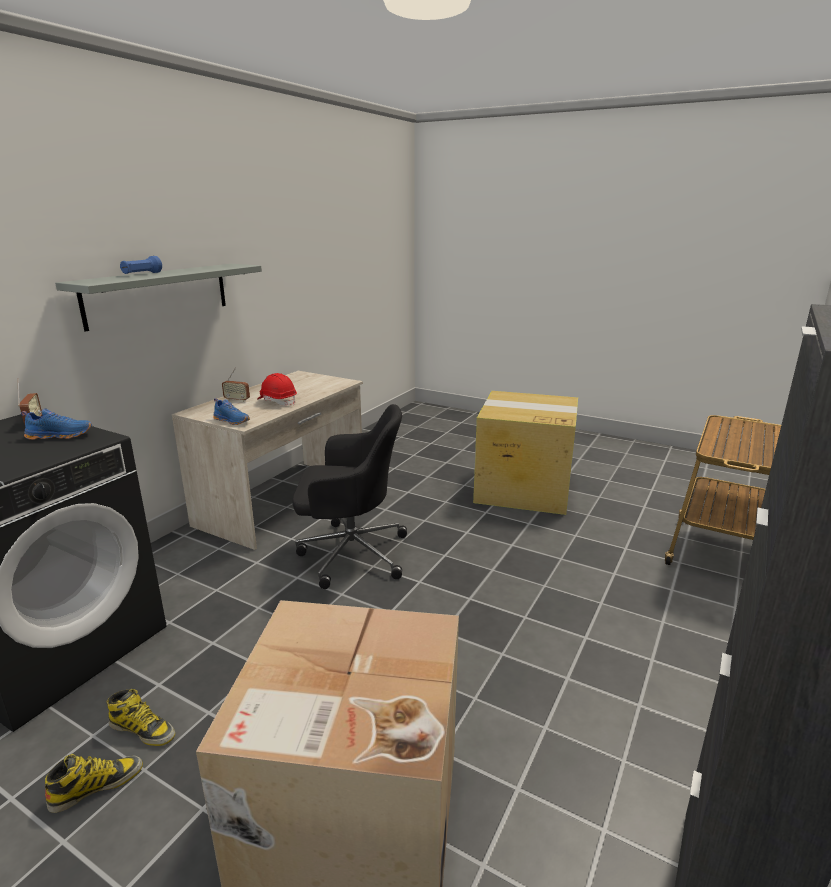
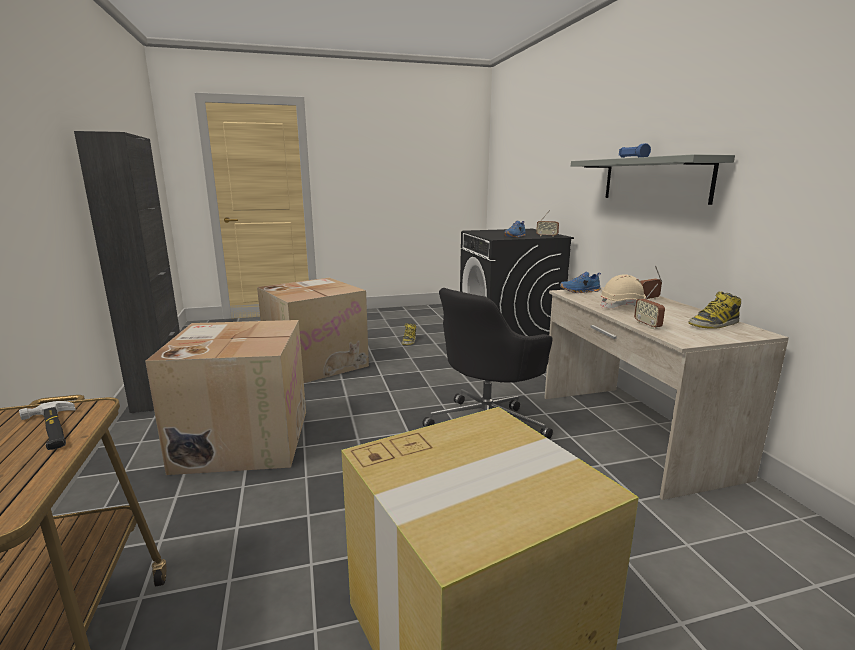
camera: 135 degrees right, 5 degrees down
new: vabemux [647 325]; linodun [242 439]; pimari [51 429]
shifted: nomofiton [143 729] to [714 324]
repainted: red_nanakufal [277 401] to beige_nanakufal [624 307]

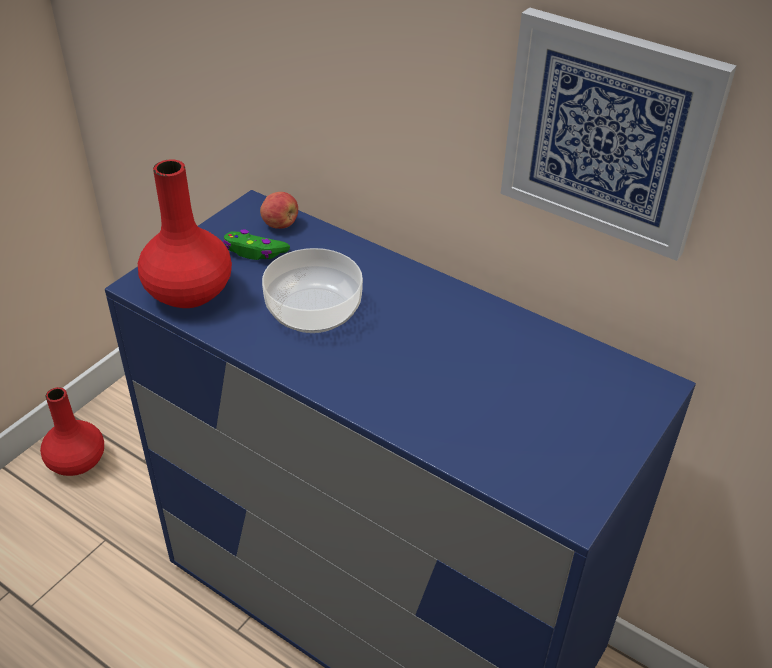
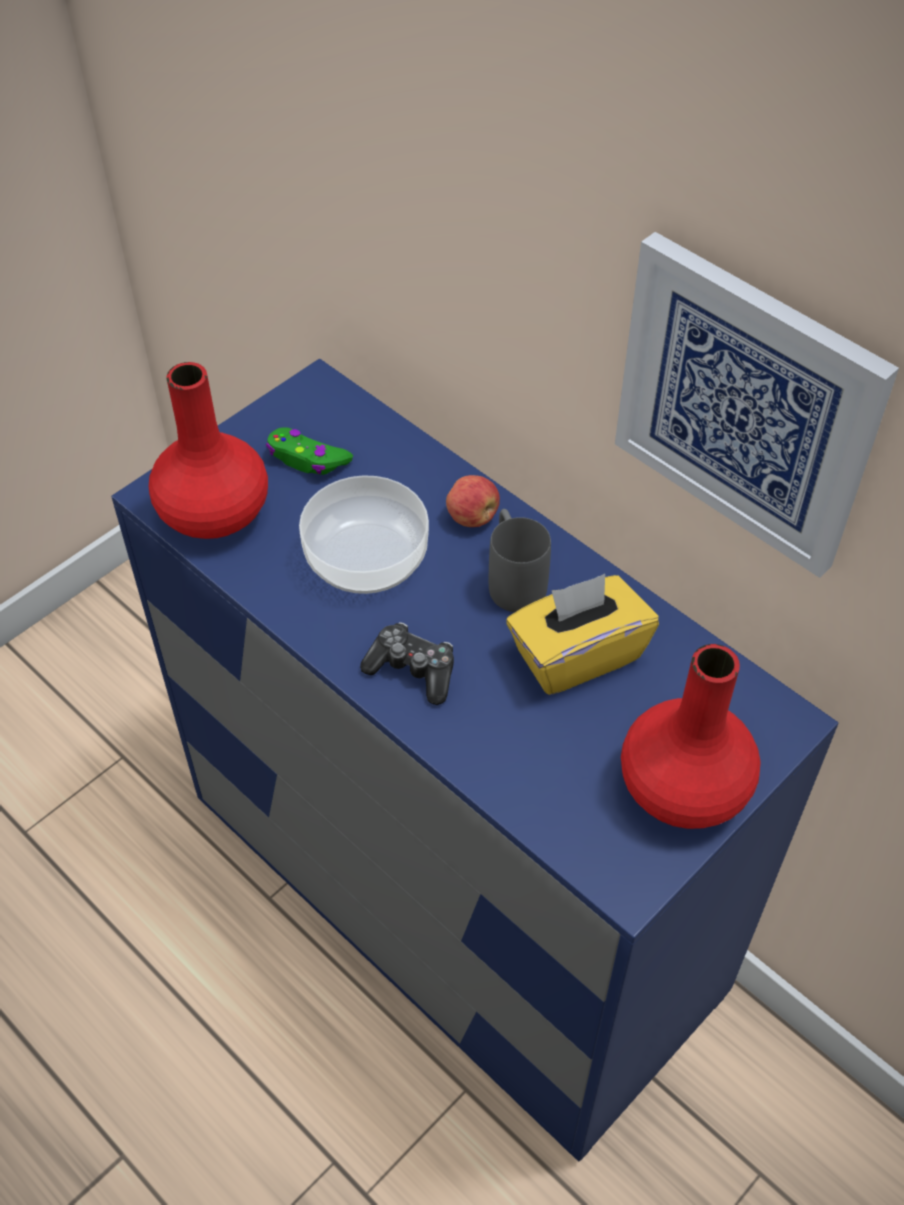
camera: 10 degrees right, 10 degrees up
new: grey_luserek [513 579]; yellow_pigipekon [577 654]; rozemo [412 670]
shifted: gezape [280 224] to [472 517]; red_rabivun [77 462] to [684 790]

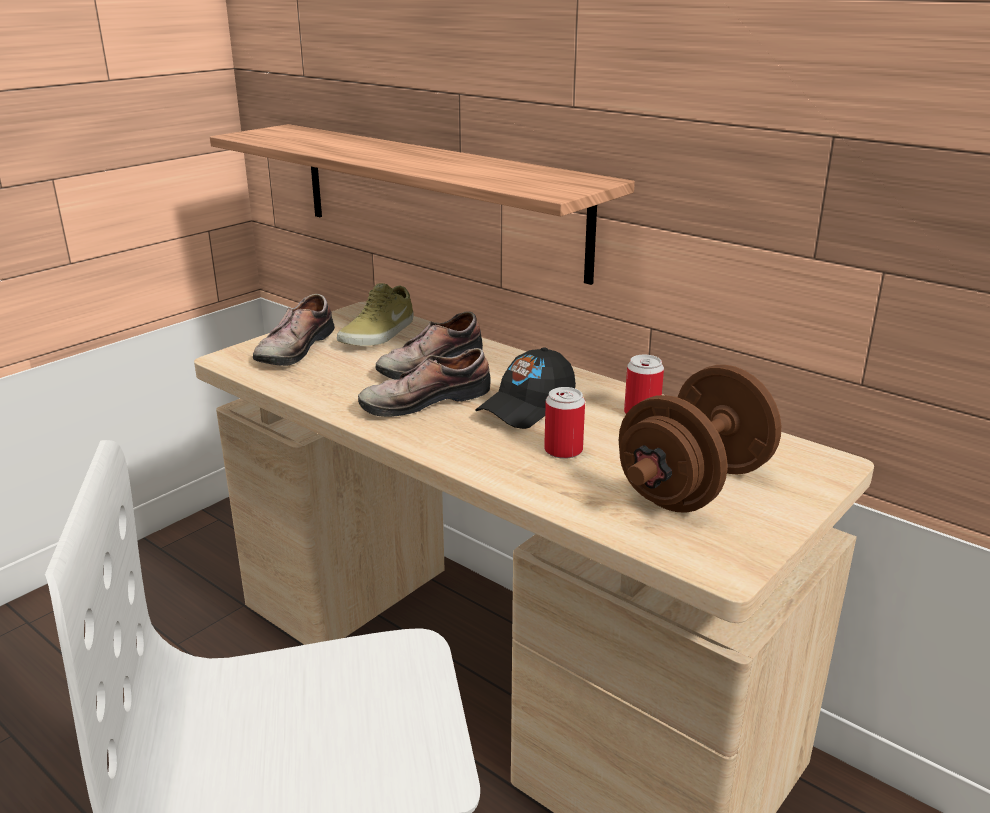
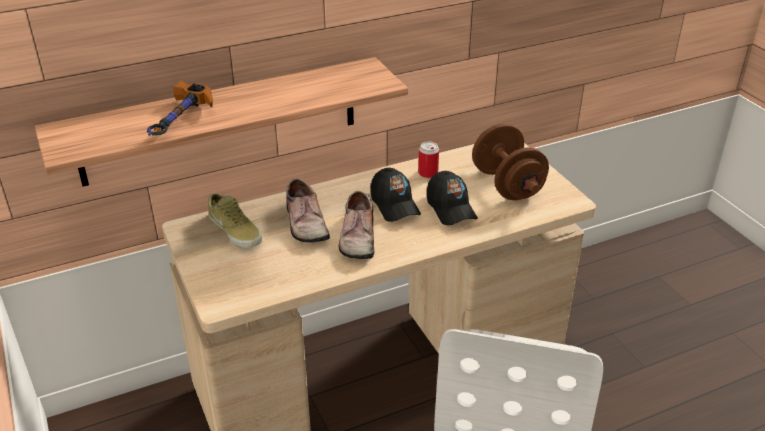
camera: 65 degrees left, 10 degrees up
gone: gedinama [292 348]
new: pimari [180 122]
swapped: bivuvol [563 450] to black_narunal [451 208]

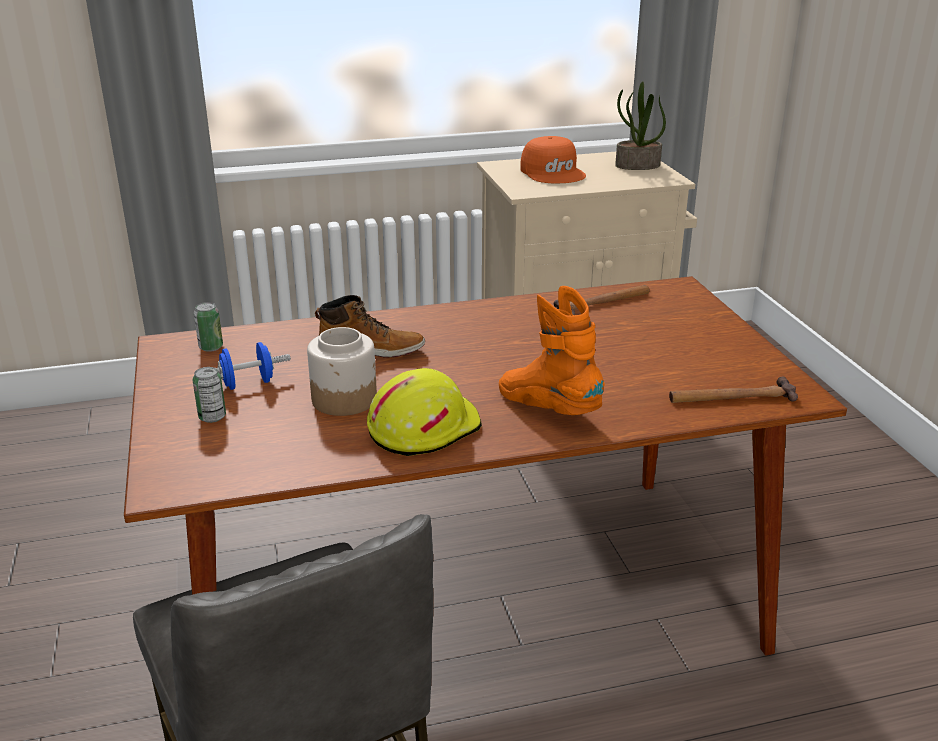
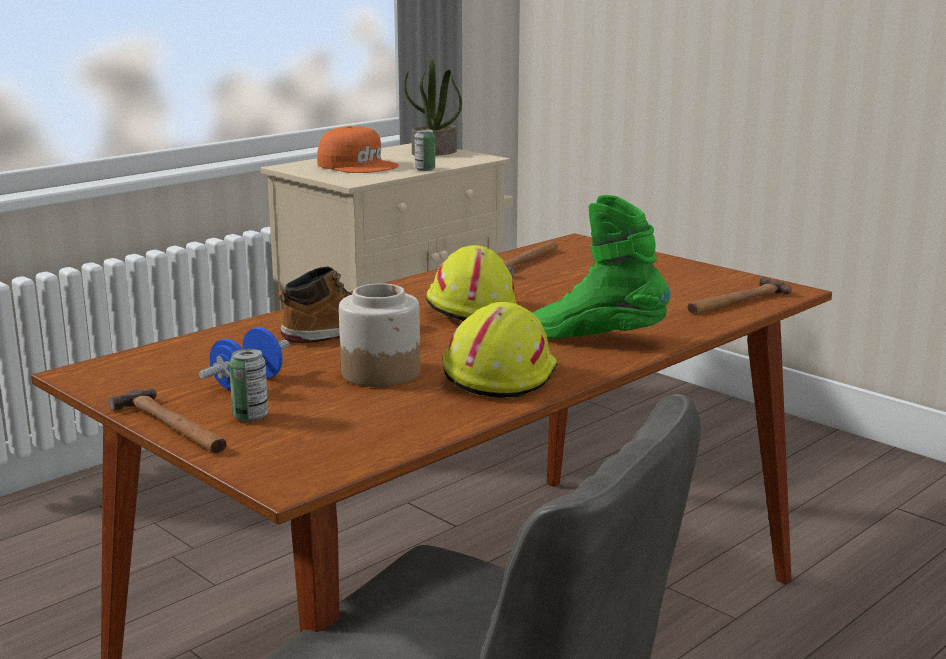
camera: 30 degrees left, 10 degrees down
new: yellow_nanakufal [469 309]; pimari [171 427]
shifted: bivuvol [211 347] to [425 169]
repainted: orange_nomofiton [548 409] to green_nomofiton [596 339]

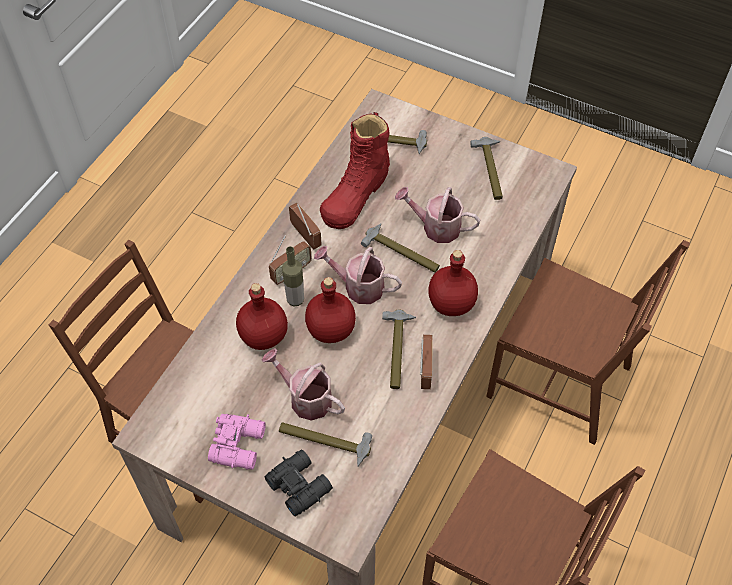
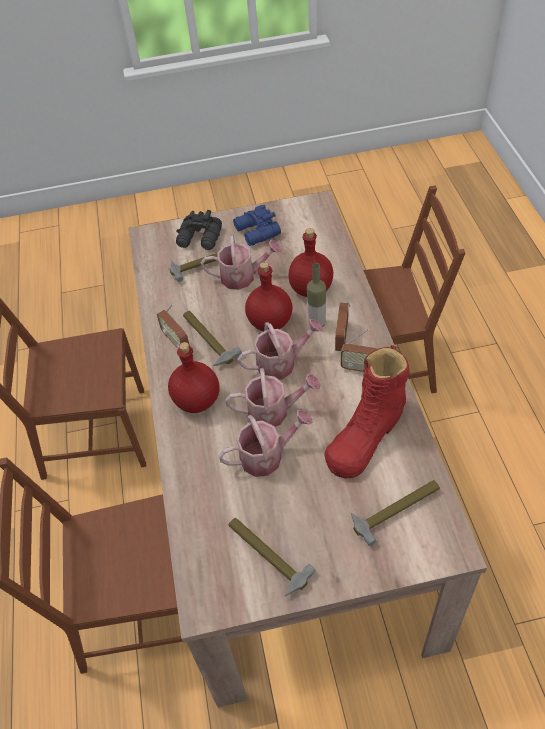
camera: 145 degrees right, 5 degrees down
swapped: pimari [401 253] to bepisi [274 411]
repainted: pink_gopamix [240 444] to blue_gopamix [256 232]
rotated: red_nomofiton [356 194] = [366 434] 135 degrees counterclockwise

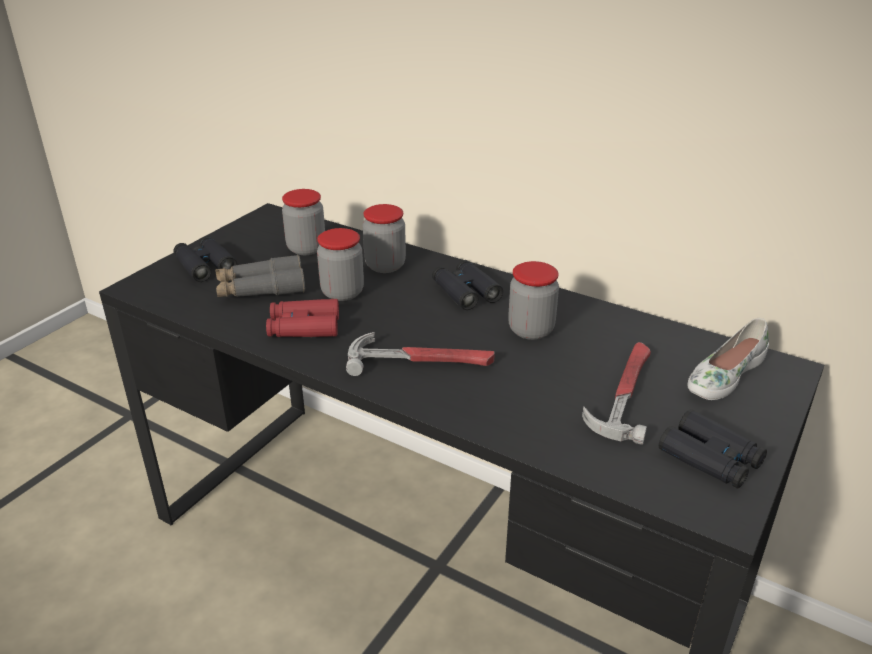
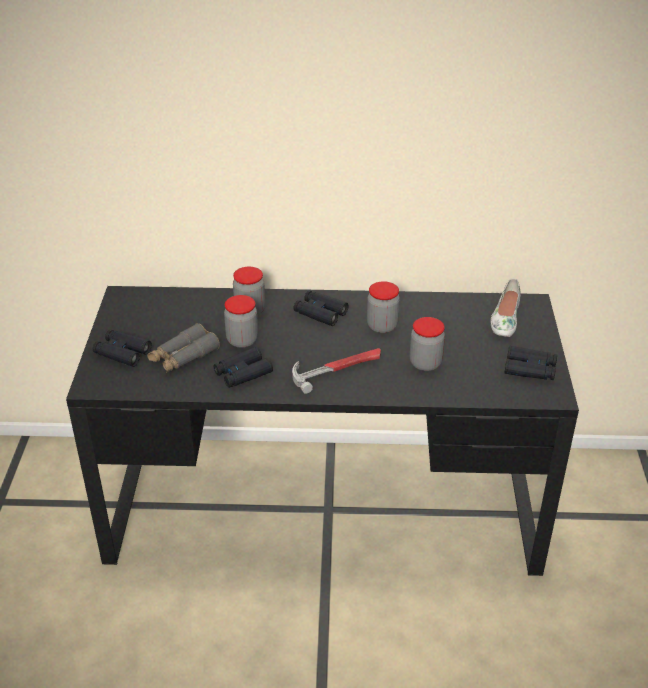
camera: 30 degrees left, 5 degrees up
gone: pimari [624 393]
shifted: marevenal [306 248] to [425 363]
repainted: red_gopamix [304 327] to black_gopamix [243 373]

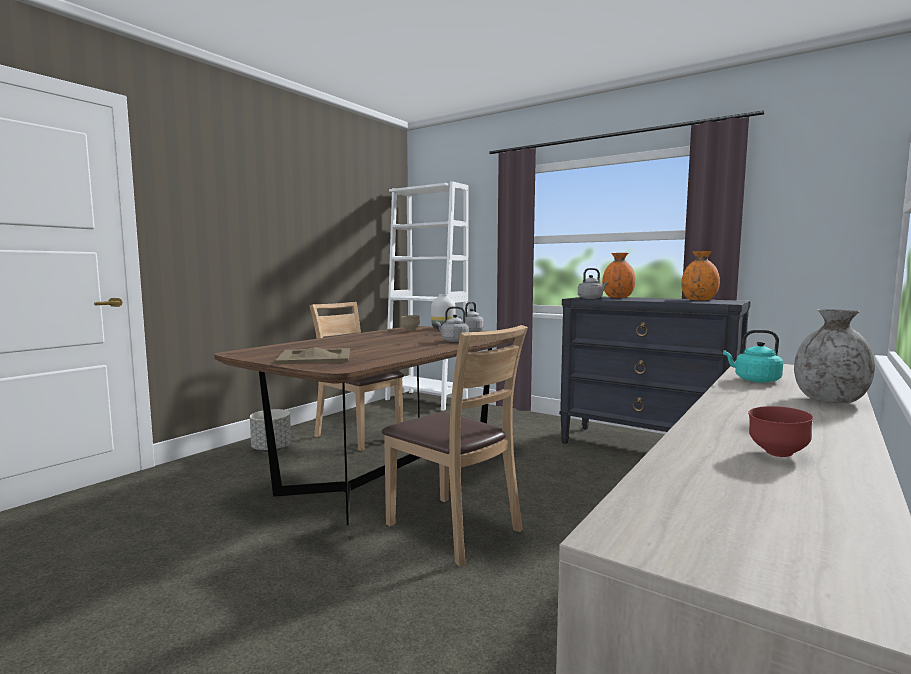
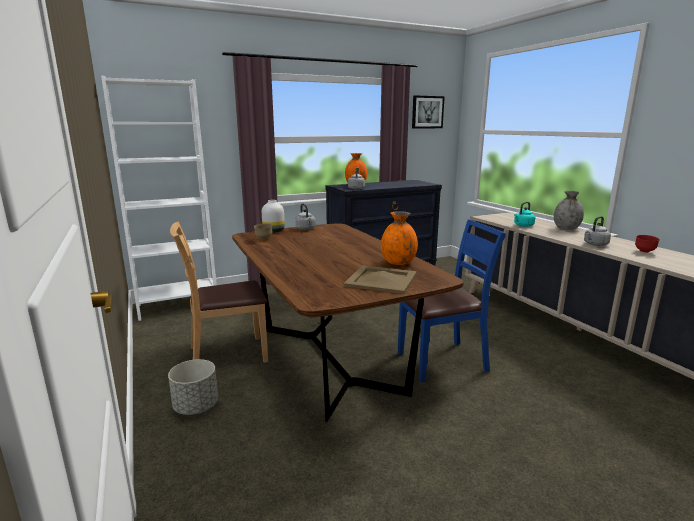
camera: 60 degrees left, 10 degrees up
new: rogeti [427 112]
shifted: orange_rabivun [698 300] to [398 263]; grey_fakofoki [453 340] to [595 244]
repainted: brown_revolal [454 528] to blue_revolal [442 361]

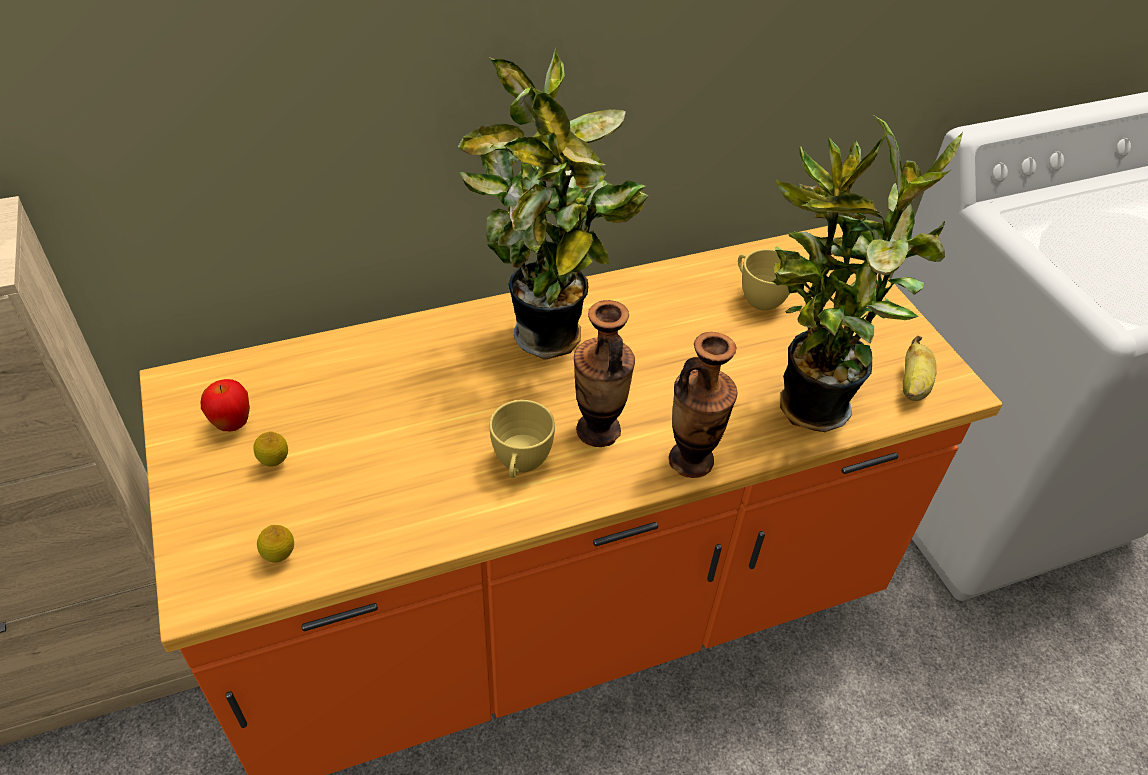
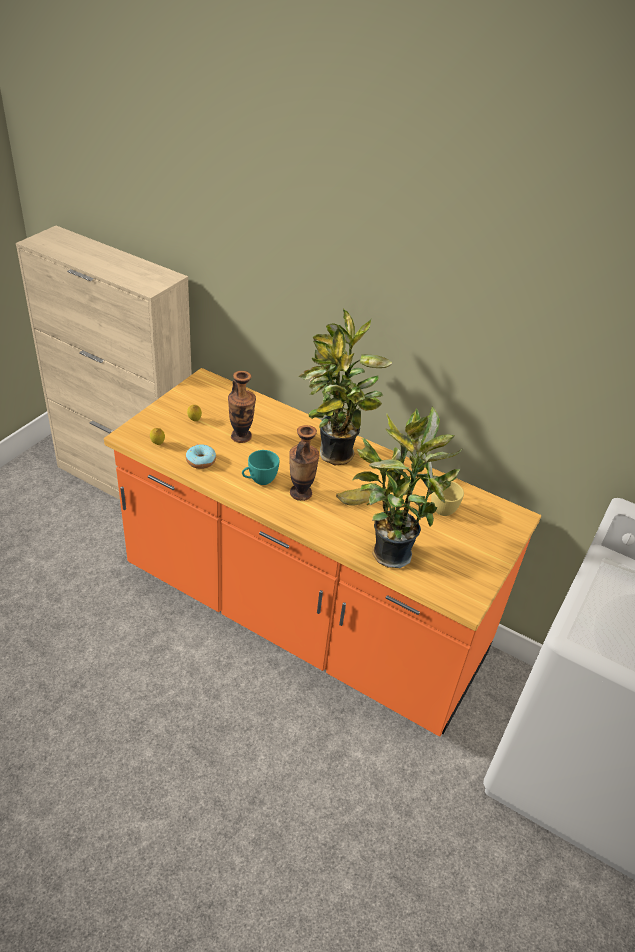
camera: 50 degrees right, 5 degrees down
gone: gezape [233 424]
new: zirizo [201 461]
shifted: rabivun [691 460] to [241 436]; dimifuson [912 386] to [356 502]
repainted: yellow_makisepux [520 465] to turquoise_makisepux [259 480]

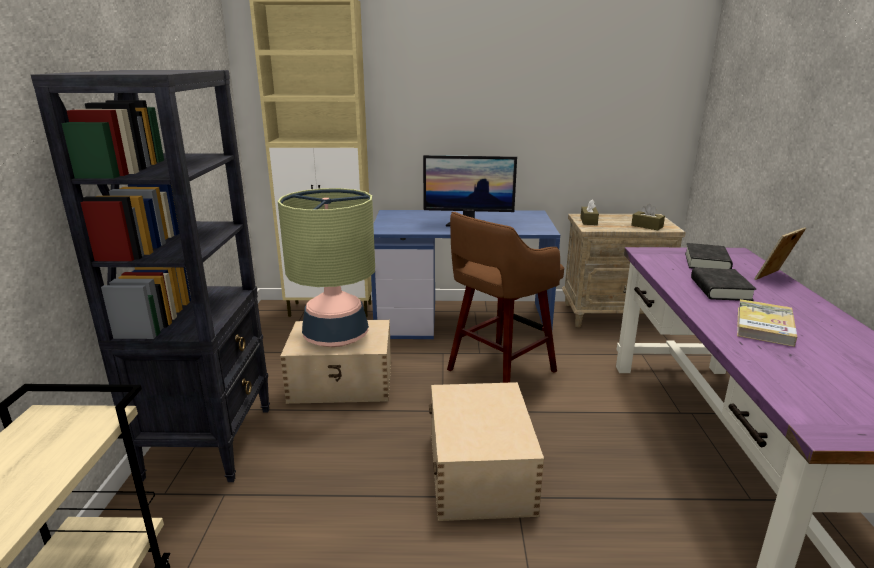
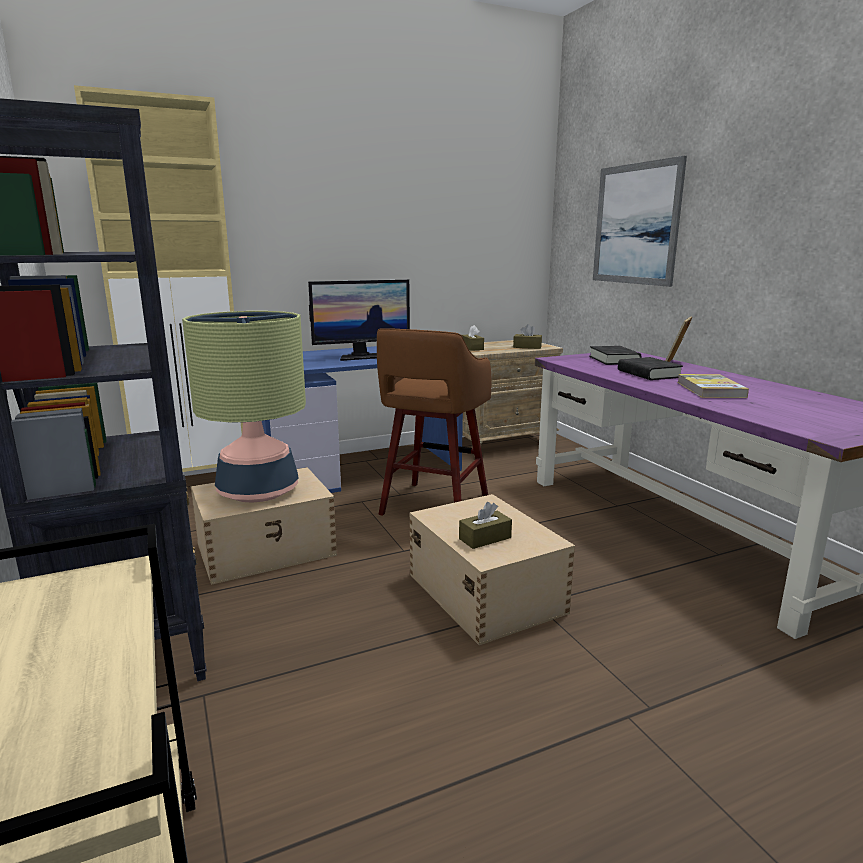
camera: 25 degrees left, 5 degrees down
new: rogeti [636 224]; brown_pigipekon [485 538]

